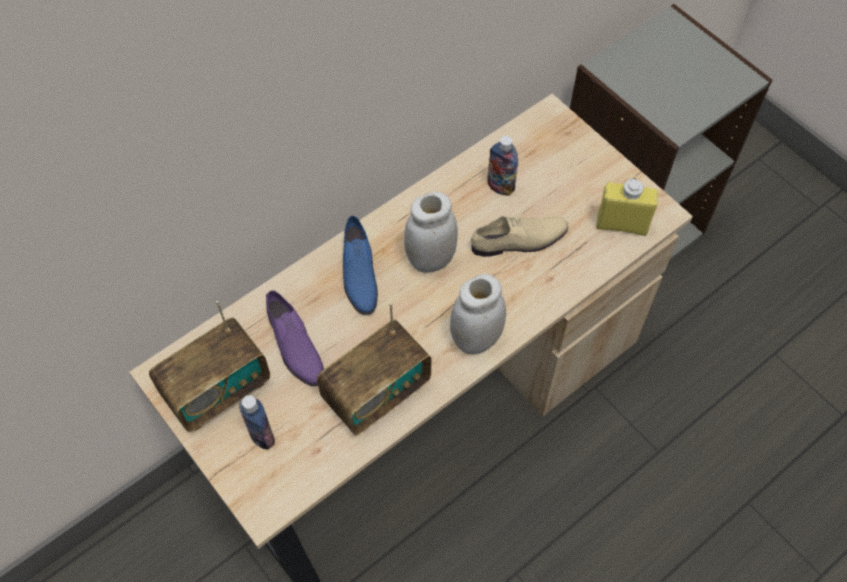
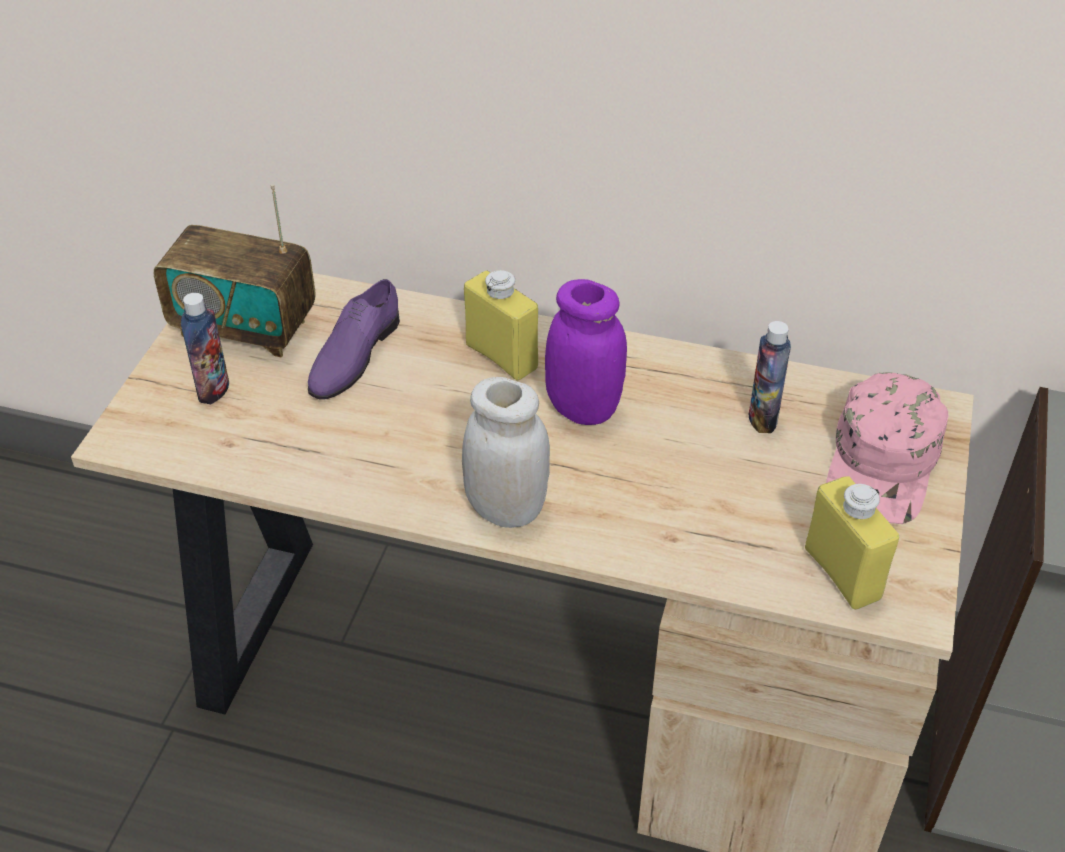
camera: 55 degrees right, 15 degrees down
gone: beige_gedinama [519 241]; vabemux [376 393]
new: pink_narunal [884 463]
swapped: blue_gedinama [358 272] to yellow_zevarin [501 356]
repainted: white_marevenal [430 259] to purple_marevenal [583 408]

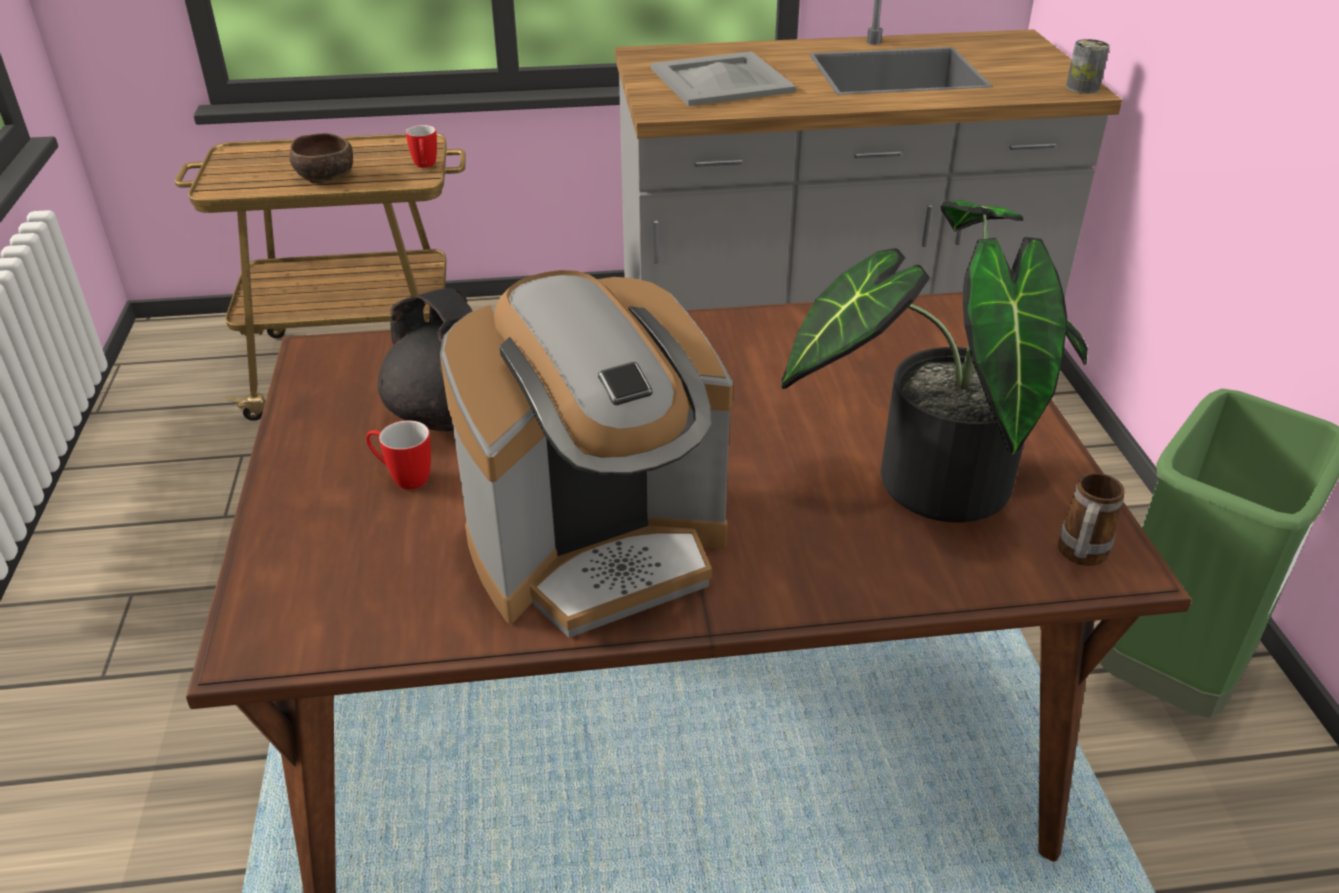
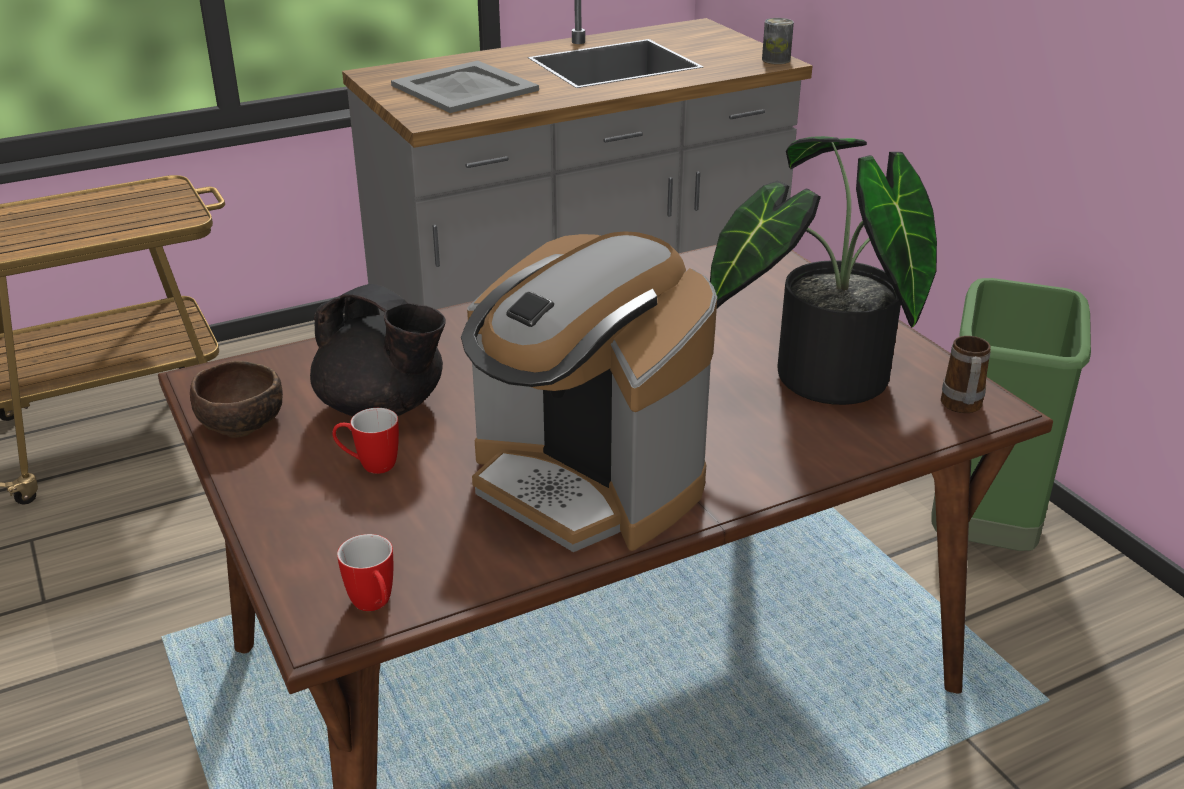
camera: 20 degrees left, 5 degrees down
shifted: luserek [425 166] to [375 606]; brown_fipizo [326 175] to [243 421]
rotated: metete [599 550] = [586 483] 90 degrees clockwise

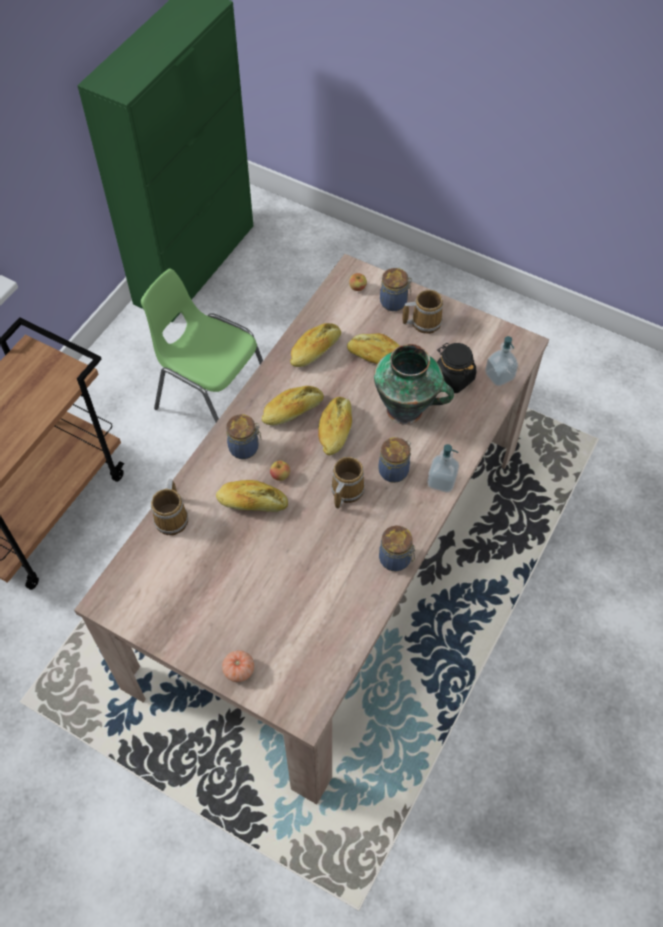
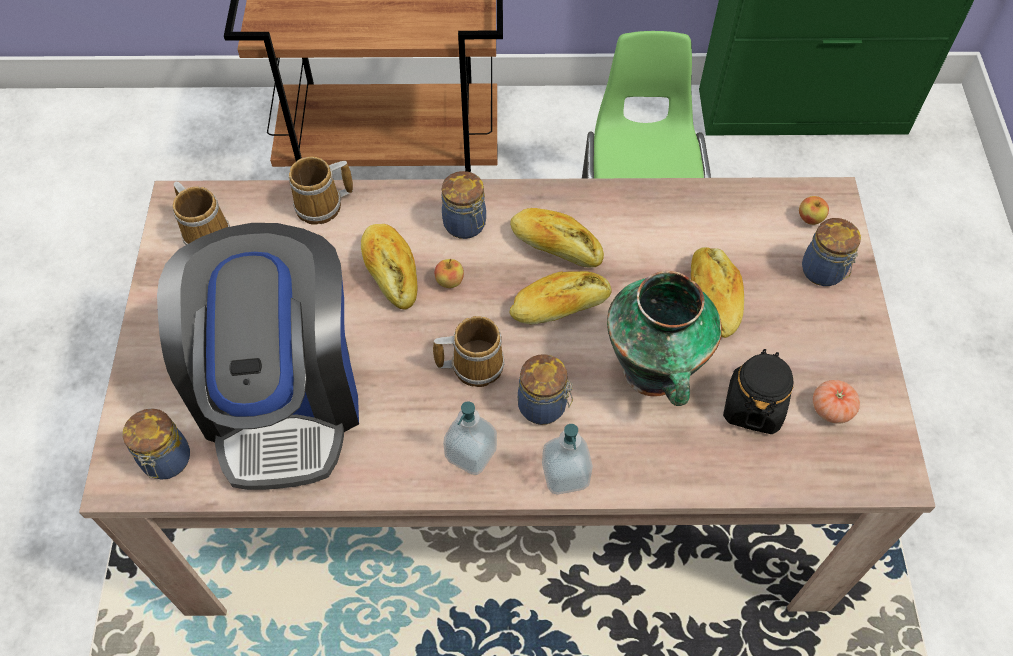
camera: 60 degrees right, 0 degrees up
gone: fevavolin [315 350]
new: metete [283 395]
shifted: luserek [423 321] to [207 233]; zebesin [499 376] to [471 453]; marevenal [396 559] to [166 461]; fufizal [239 670] to [831 409]

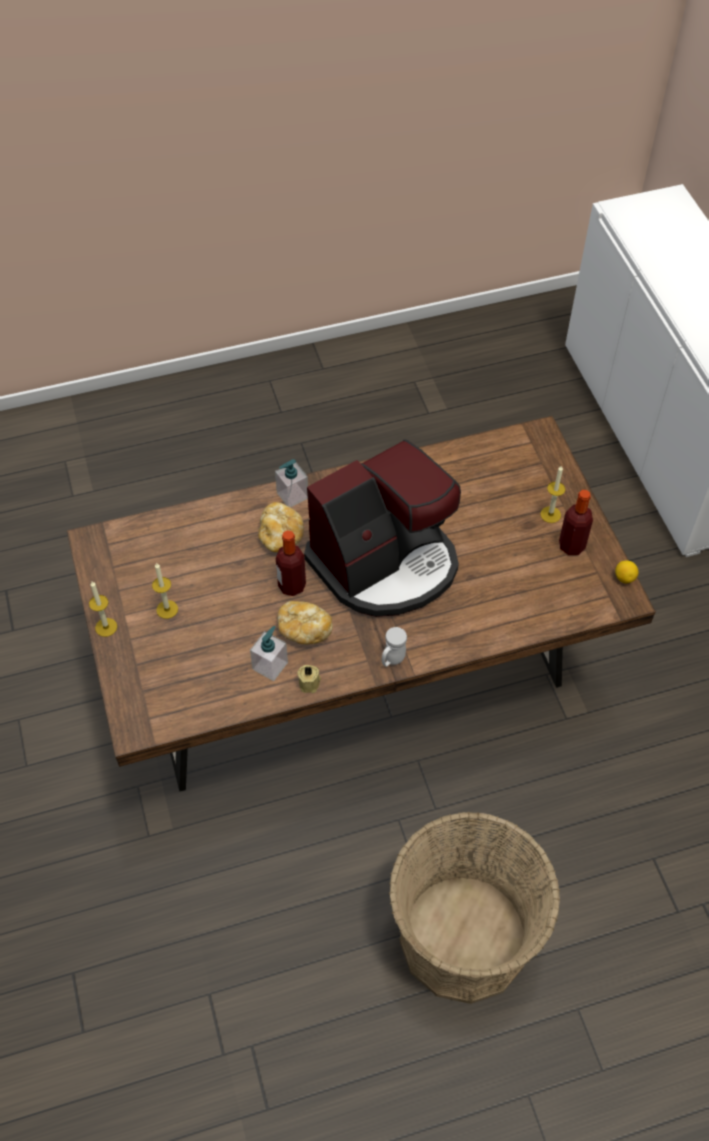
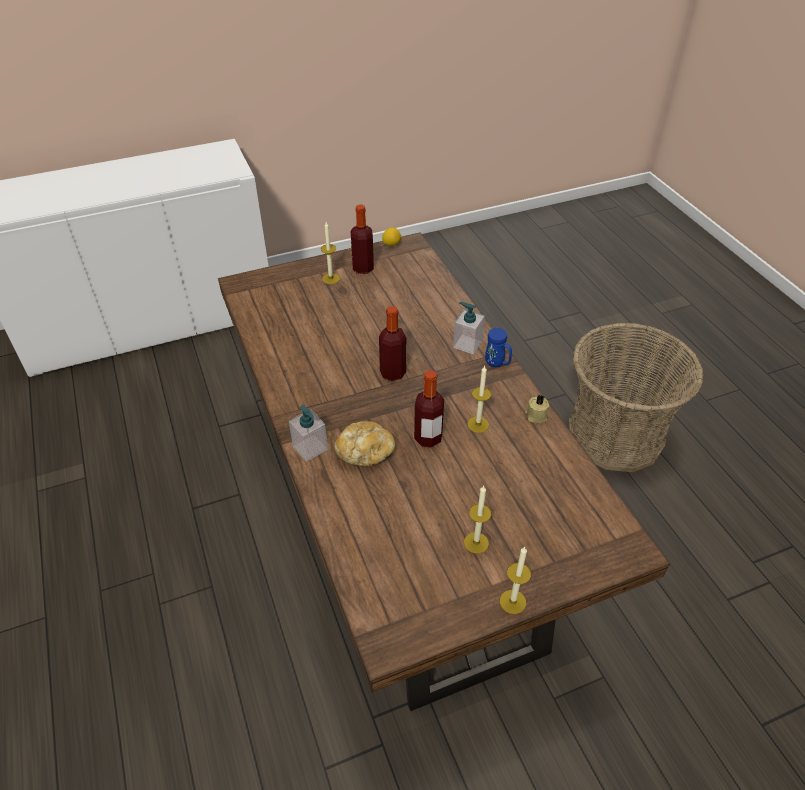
camera: 95 degrees left, 10 degrees down
shifted: zebesin [270 665] to [467 344]
swapped: metete [386 564] to zevarin [393 373]; fevavolin [304 629] to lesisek [478 424]
repainted: white_luserek [392 660] to blue_luserek [497 364]

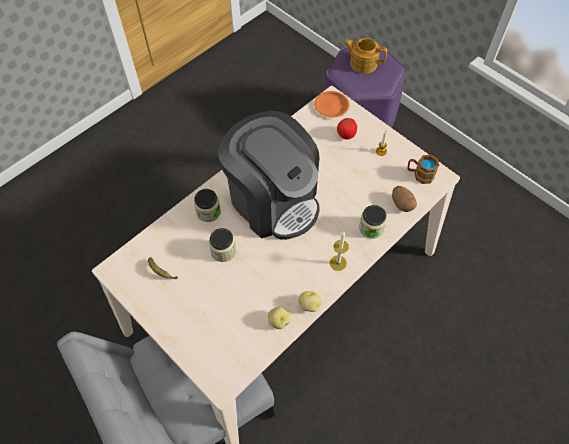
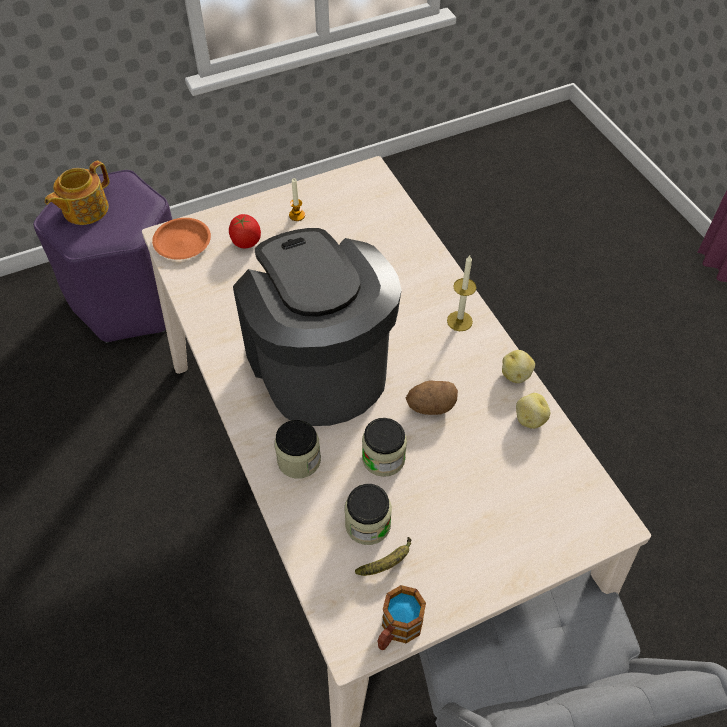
camera: 70 degrees left, 5 degrees down
shifted: luserek [419 174] to [397 630]; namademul [402 204] to [430 406]; marevenal [371 228] to [368 524]
rotated: metete [273 200] = [318 365] 90 degrees counterclockwise

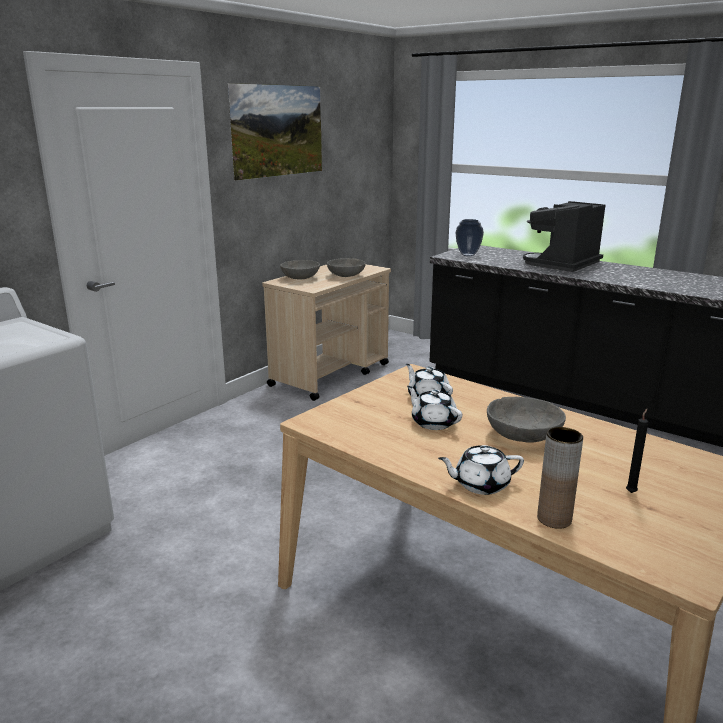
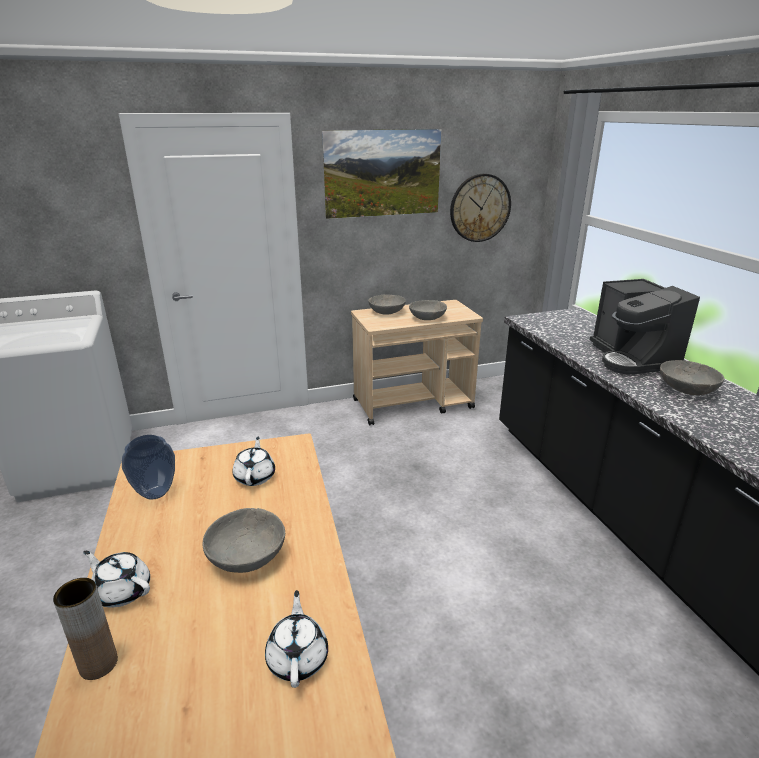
camera: 35 degrees right, 5 degrees up
gone: black_lesisek [631 492]
new: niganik [480 208]; grey_fipizo [686 389]
shifted: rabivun [467 255] to [155 493]; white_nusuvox [433 422] to [298 657]
rotated: metete [563 264] = [632 358] 90 degrees counterclockwise

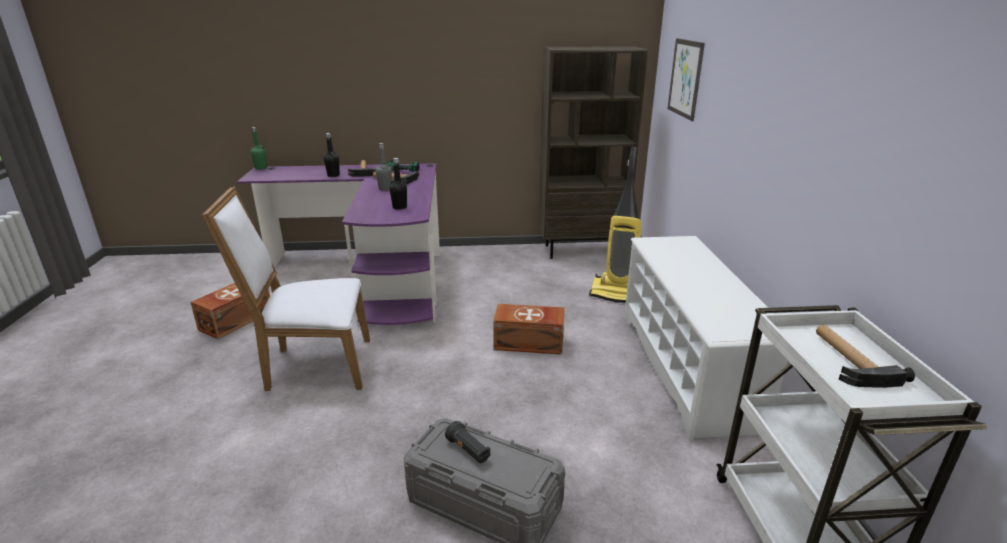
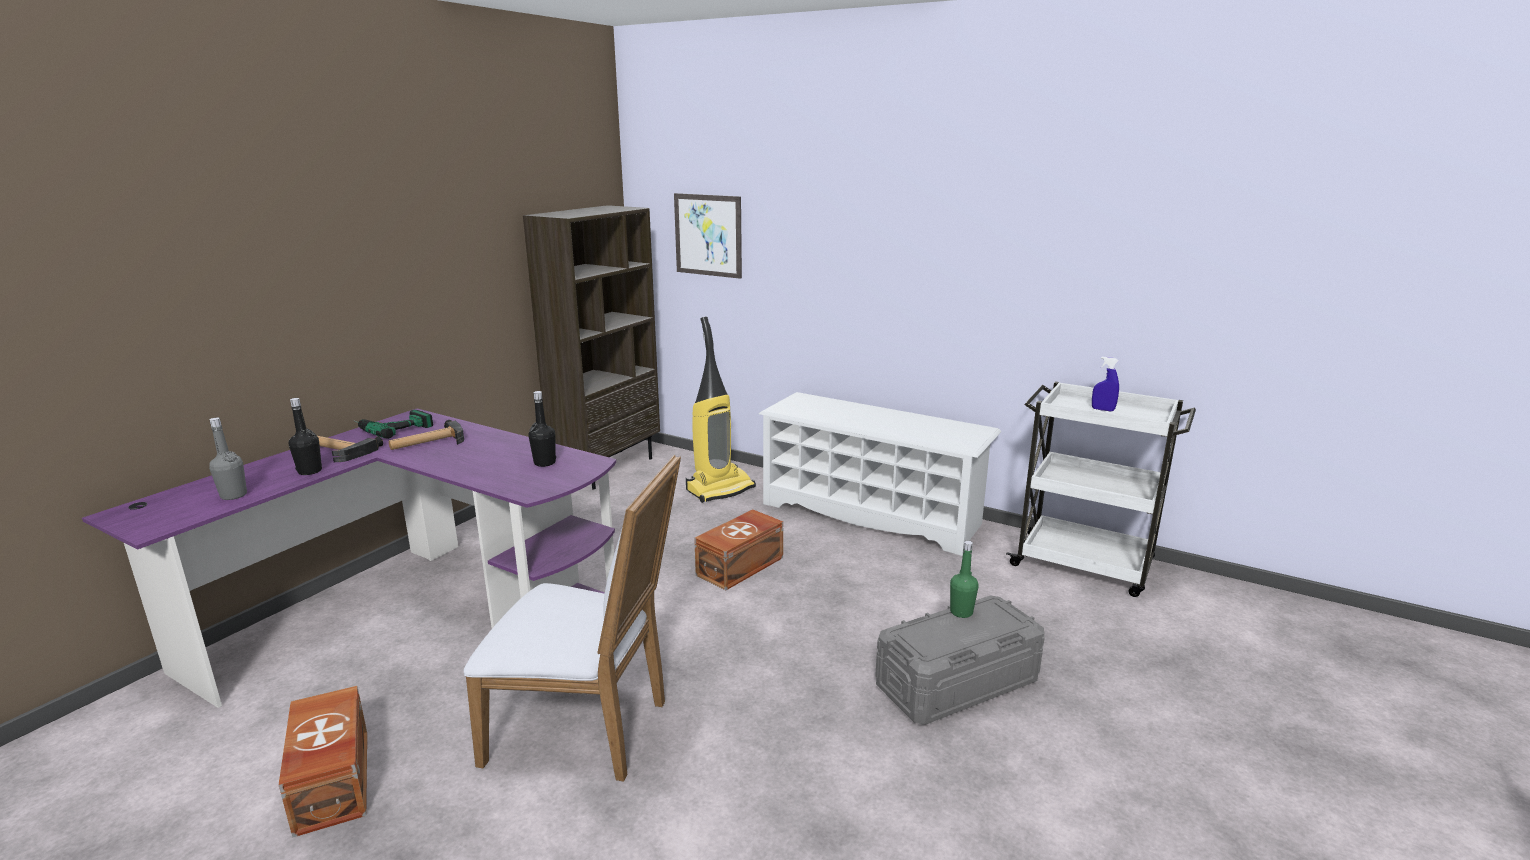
camera: 55 degrees left, 5 degrees down
gone: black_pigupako [468 451]
shifted: green_zevarin [261 168] to [961 612]; grey_zevarin [385 188] to [233 495]
swapped: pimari [848 360] to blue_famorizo [1102 410]
rotated: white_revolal [313 366] = [588 730] 105 degrees counterclockwise

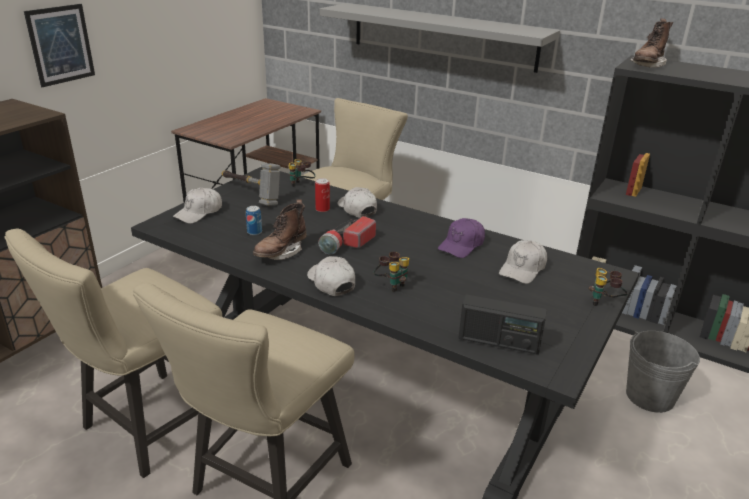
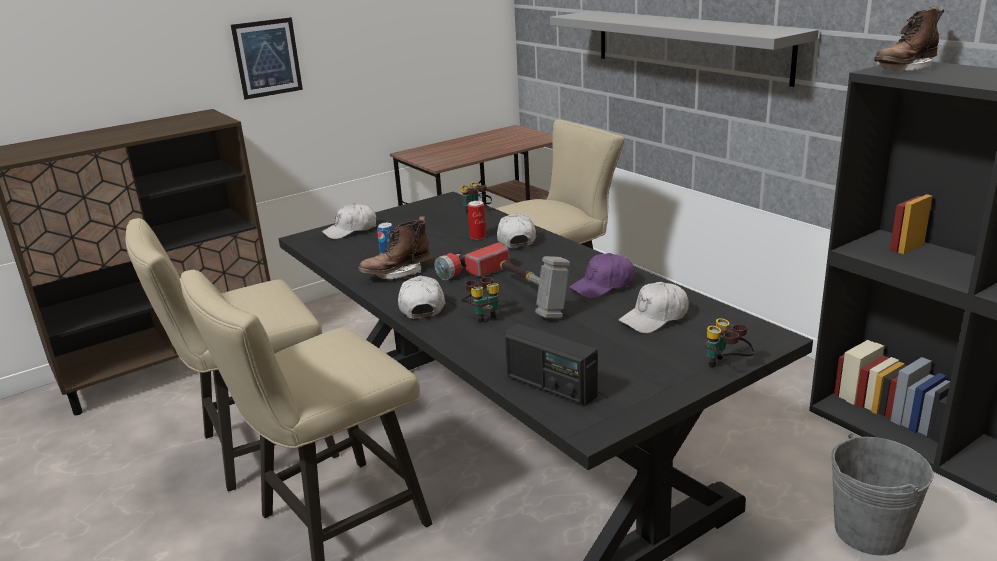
camera: 25 degrees right, 5 degrees down
shifted: pimari [251 195] to [532 300]

